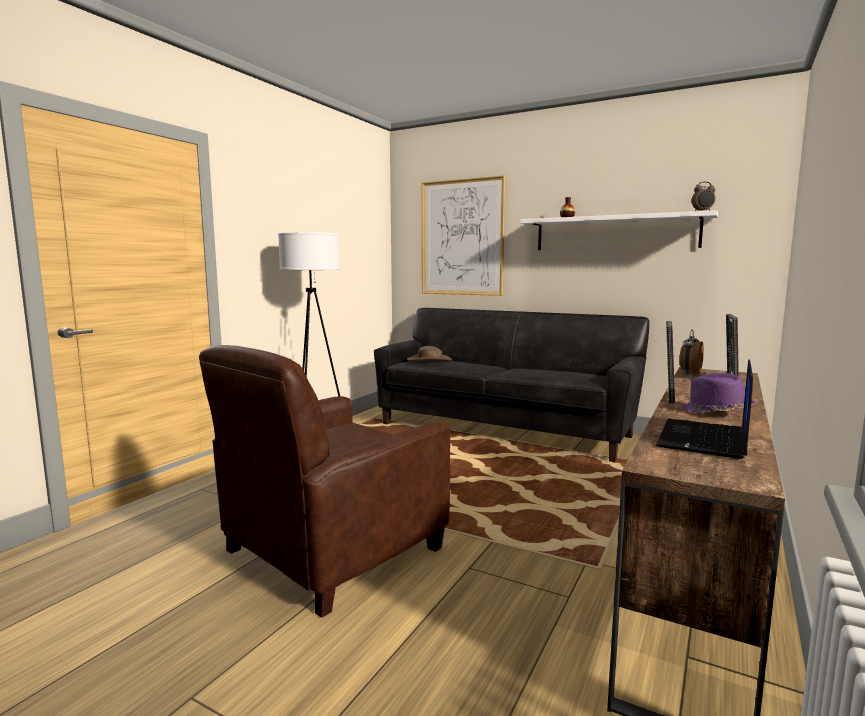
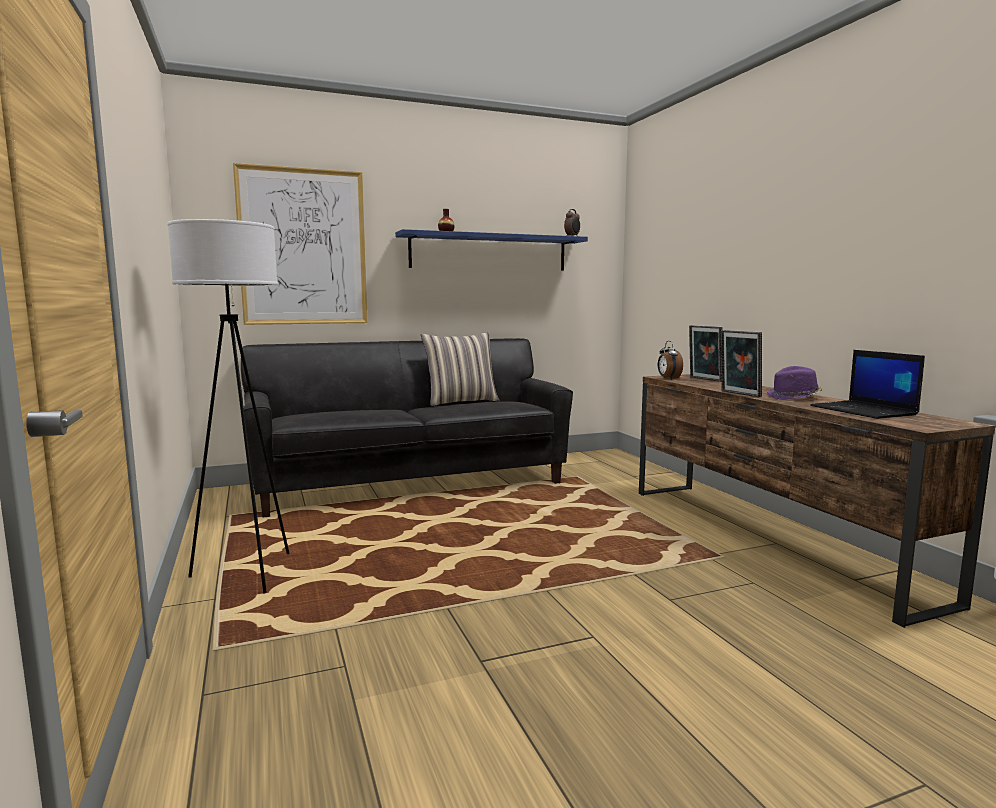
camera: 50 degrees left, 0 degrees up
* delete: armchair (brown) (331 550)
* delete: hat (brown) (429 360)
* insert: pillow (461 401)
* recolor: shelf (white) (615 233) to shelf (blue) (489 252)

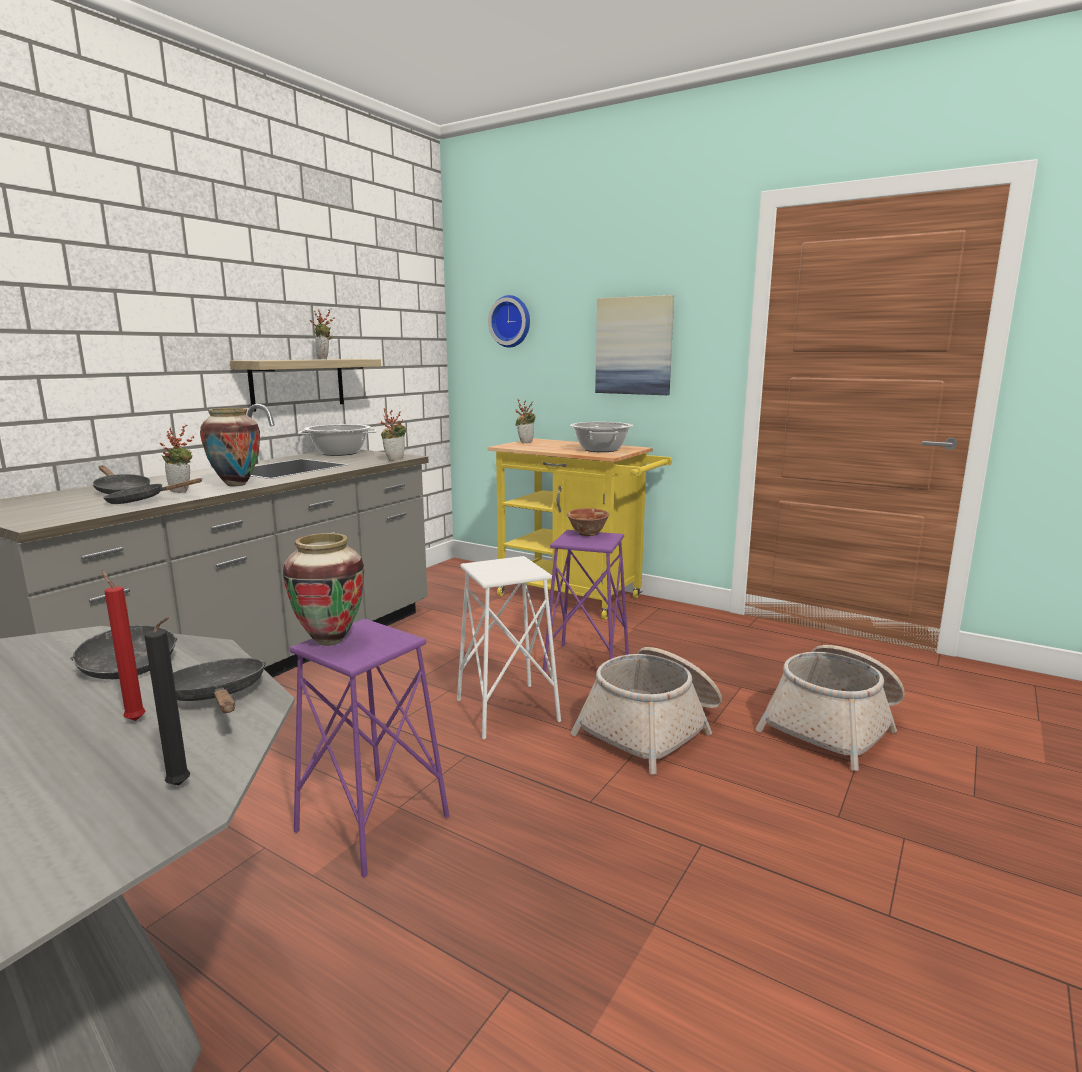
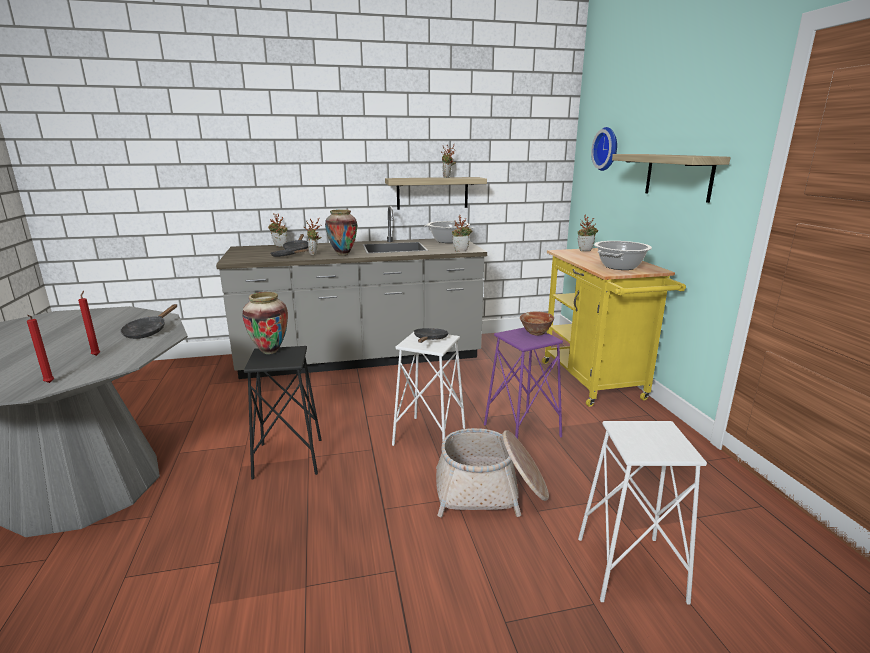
camera: 45 degrees right, 5 degrees up
* insert: potted plant (279 246)
* move: frying pan (black) (217 696) to (430 340)
* replace: picture (634 346) to shelf (678 176)
* replace: basket (834 725) to stool (white) (630 569)
* recolor: candle (black) (181 786) to candle (red) (49 383)
* recolor: stool (purple) (373 824) to stool (black) (288 459)

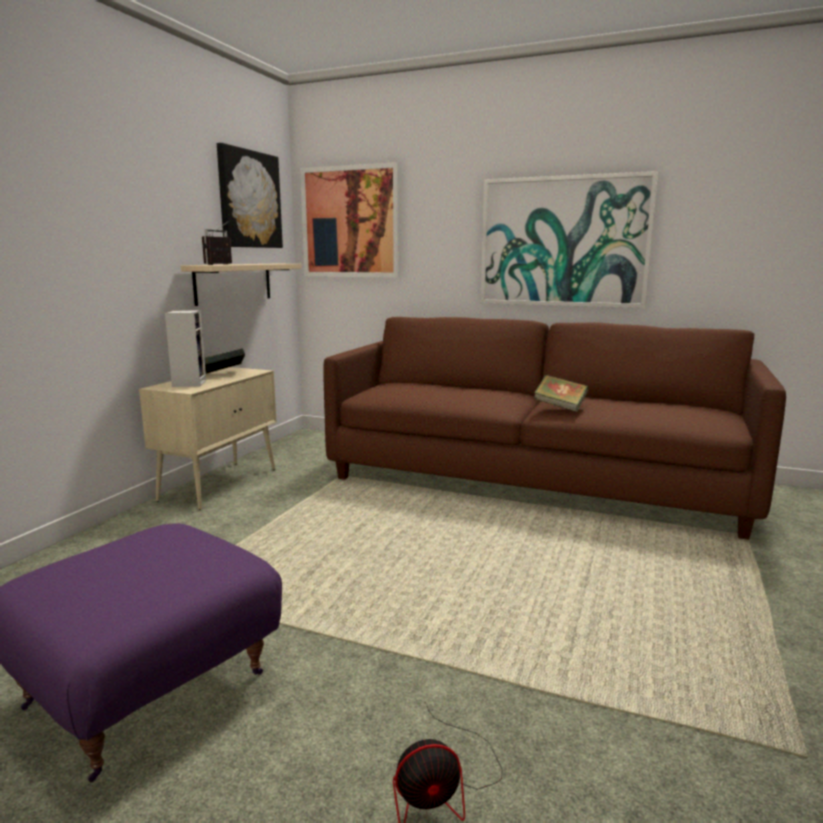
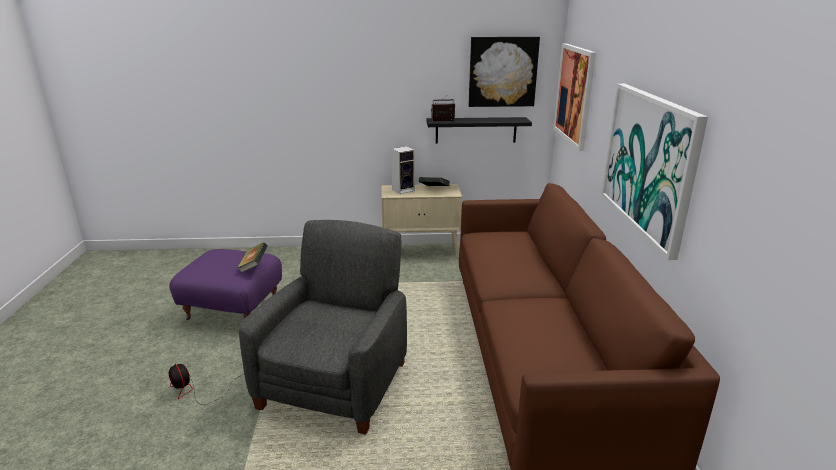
camera: 65 degrees right, 10 degrees up
* insert: armchair (grey) (335 383)
* move: book (560 407) to (254 266)
* recolor: shelf (beige) (233 283) to shelf (black) (476 130)

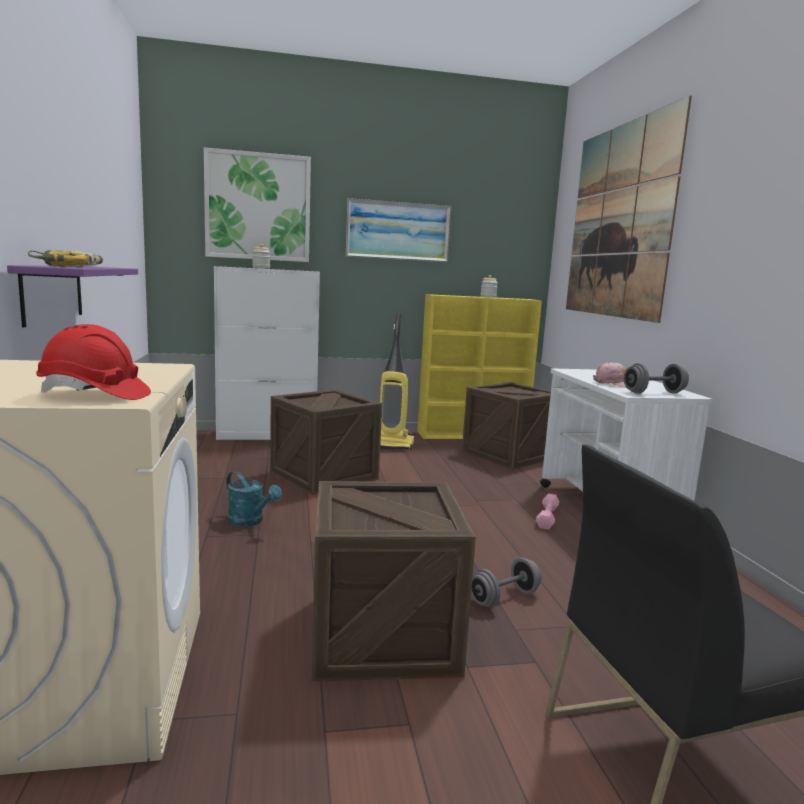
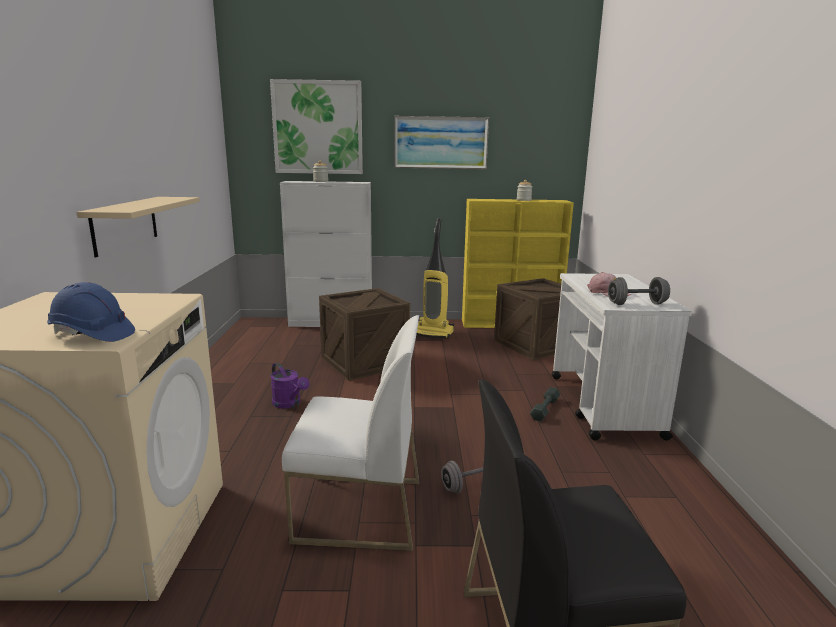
camera: 10 degrees right, 5 degrees up
* delete: power drill (69 266)
* delete: picture (619 221)
* replace: crate (383 634) to chair (white) (358 511)
* recolor: shelf (purple) (52 293) to shelf (beige) (125 224)
* recolor: hard hat (red) (95 395) to hard hat (blue) (92 335)
* recolor: watering can (turquoise) (250 521) to watering can (purple) (289 404)
* recolor: dumbbell (pink) (547 517) to dumbbell (grey) (545 409)

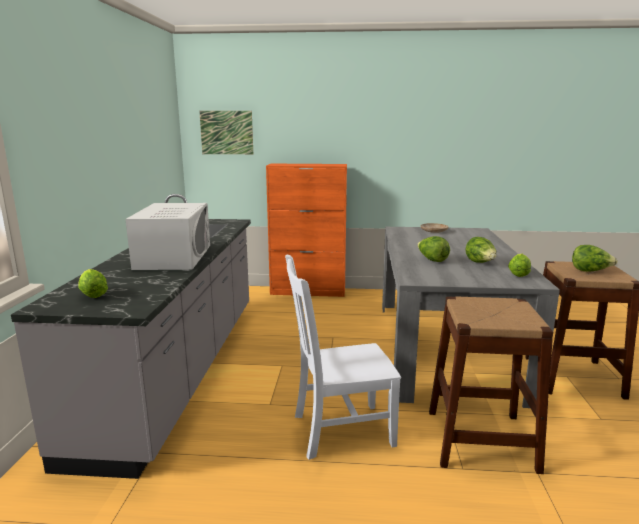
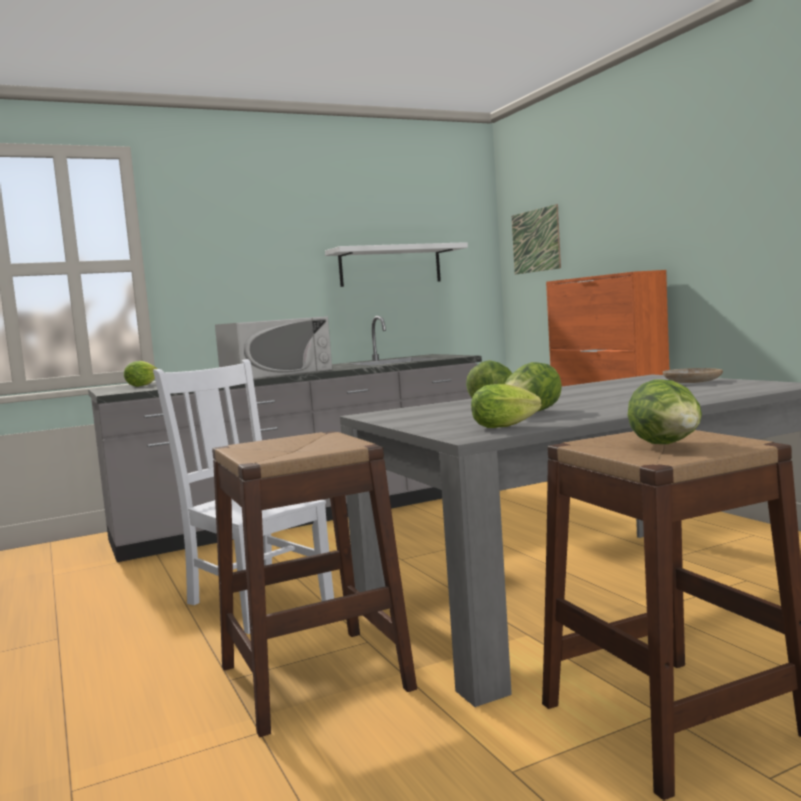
camera: 60 degrees right, 10 degrees down
* insert: shelf (white) (390 266)

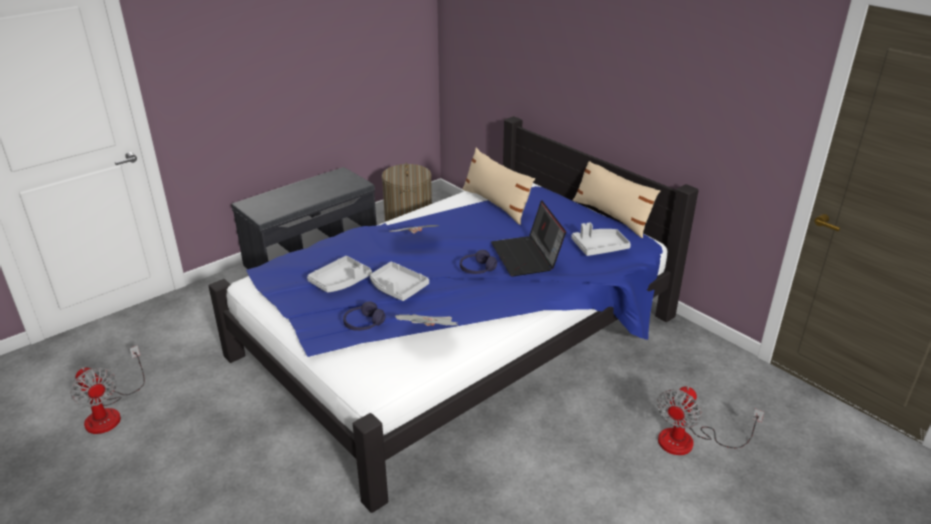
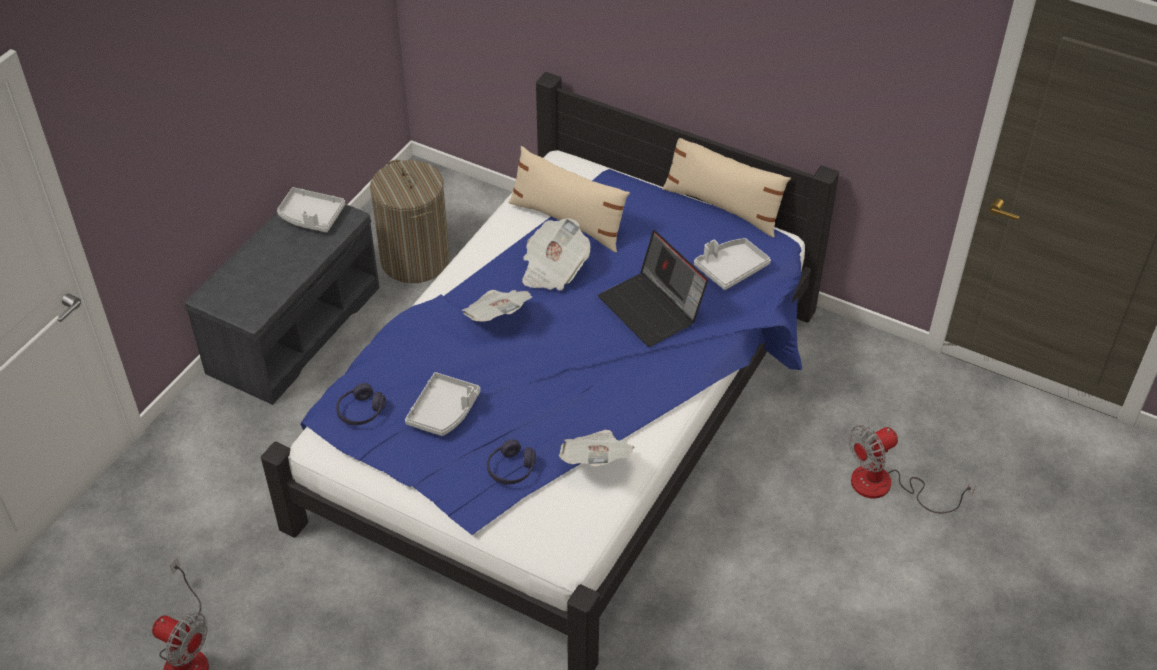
camera: 20 degrees left, 15 degrees up
* insert: newspaper (553 269)
* move: tray (grey) (397 288) to (311 217)
* move: headphones (purple) (477 269) to (361 411)
* rotate: fan (688 441) = (886 487) 45 degrees clockwise

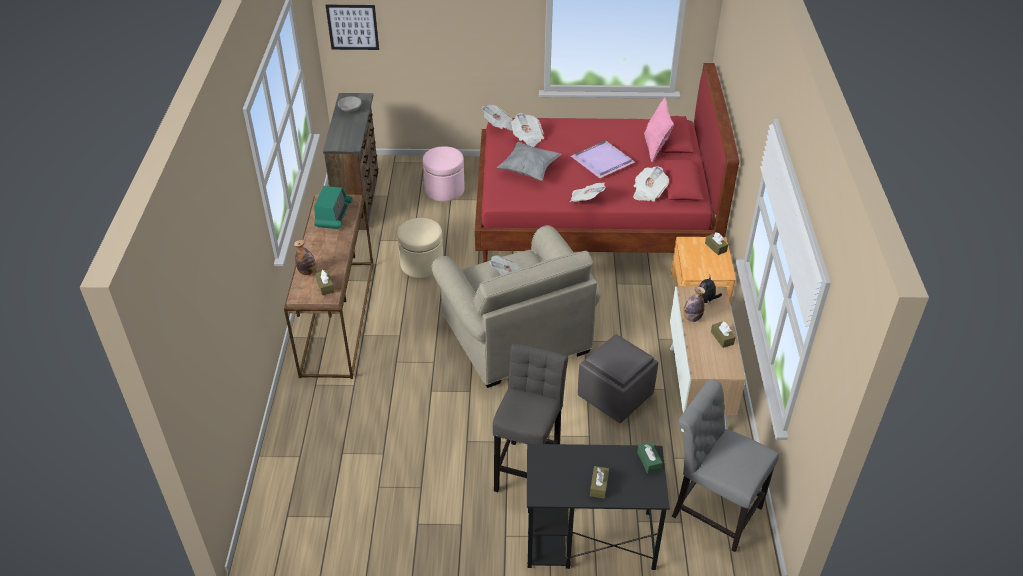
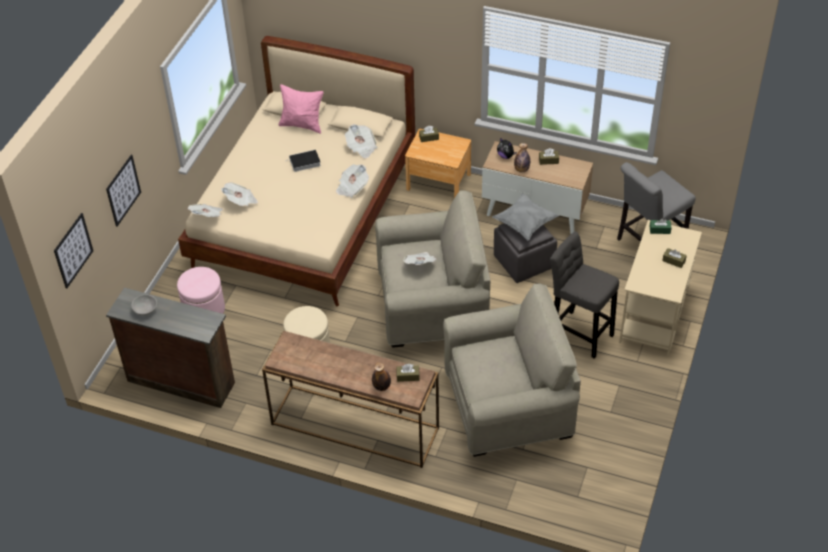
camera: 70 degrees left, 5 degrees up
* delete: radio (333 215)
* insert: picture (123 190)
* insert: armchair (beige) (508 405)
* move: pillow (grey) (529 170) to (525 224)
* replace: tray (purple) (602 161) to book (304 162)
* recolor: bed (red) (593 218) to bed (beige) (305 215)
* recolor: desk (black) (588 540) to desk (beige) (654 315)

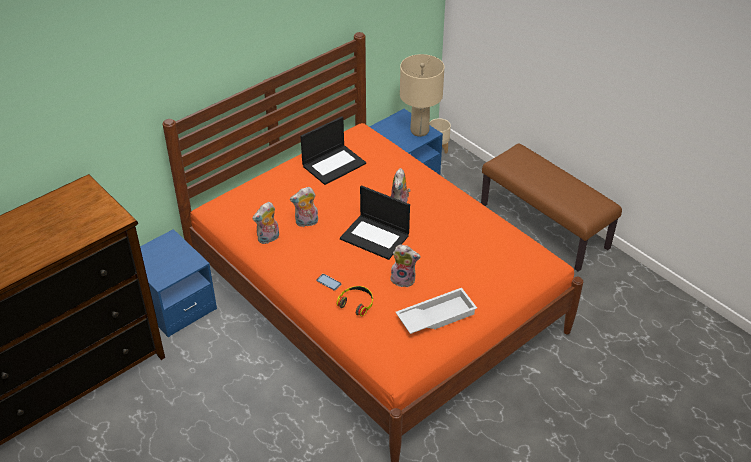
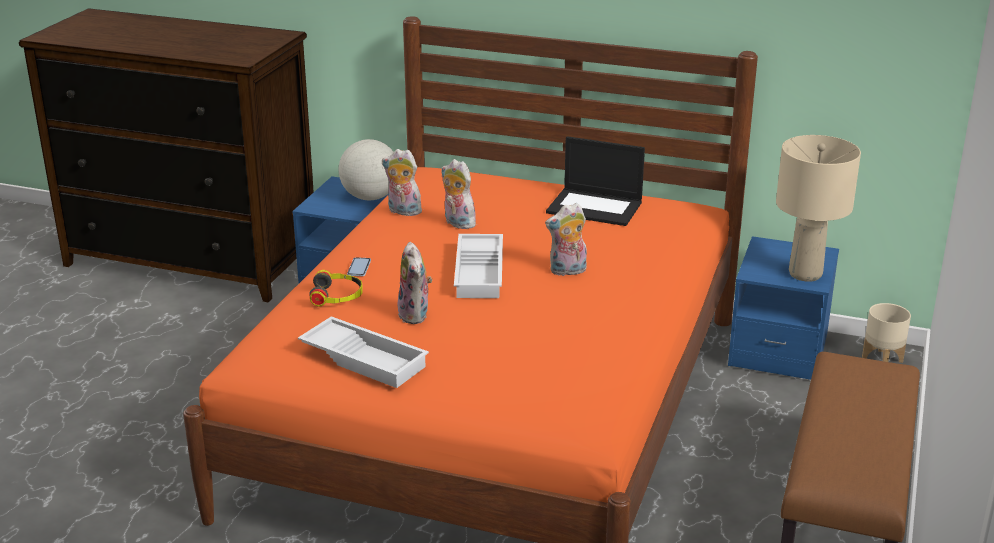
camera: 60 degrees right, 15 degrees down
* insert: globe (370 197)
* replace: laptop (375 237) to tray (white) (481 272)

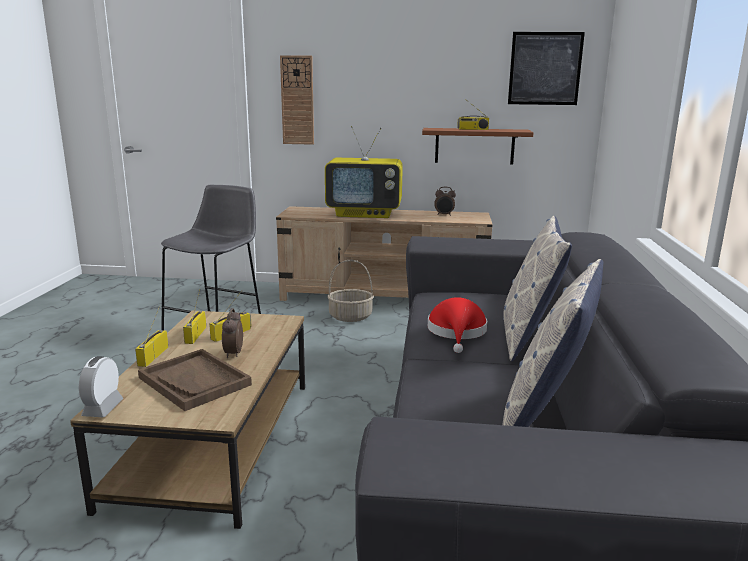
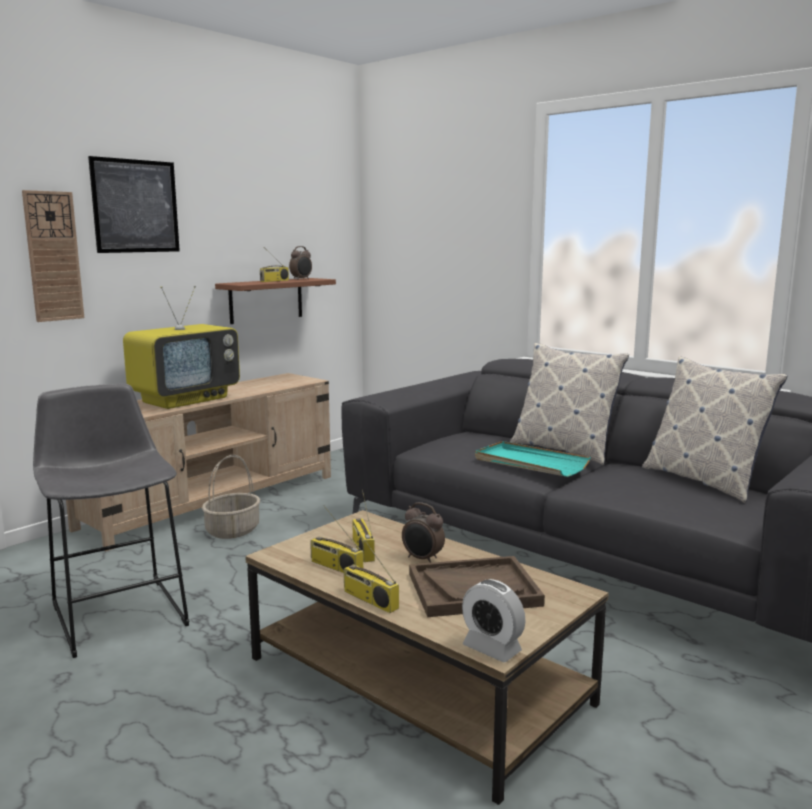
camera: 55 degrees left, 5 degrees down
* move: alarm clock (444 215) to (301 279)
* move: picture (545 68) to (135 206)
* replace: hat (red) (457 332) to tray (turquoise) (530 463)

